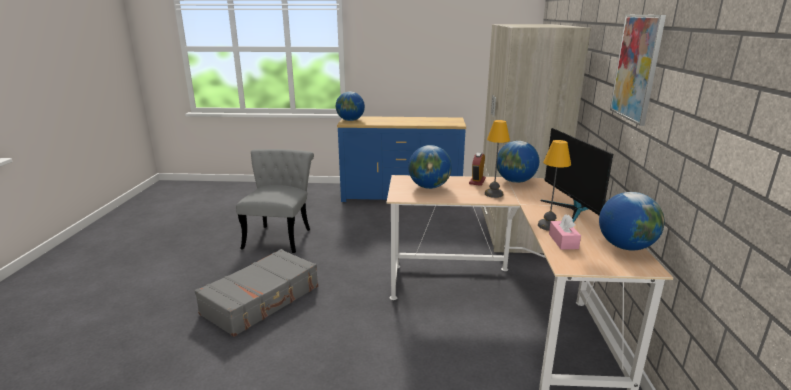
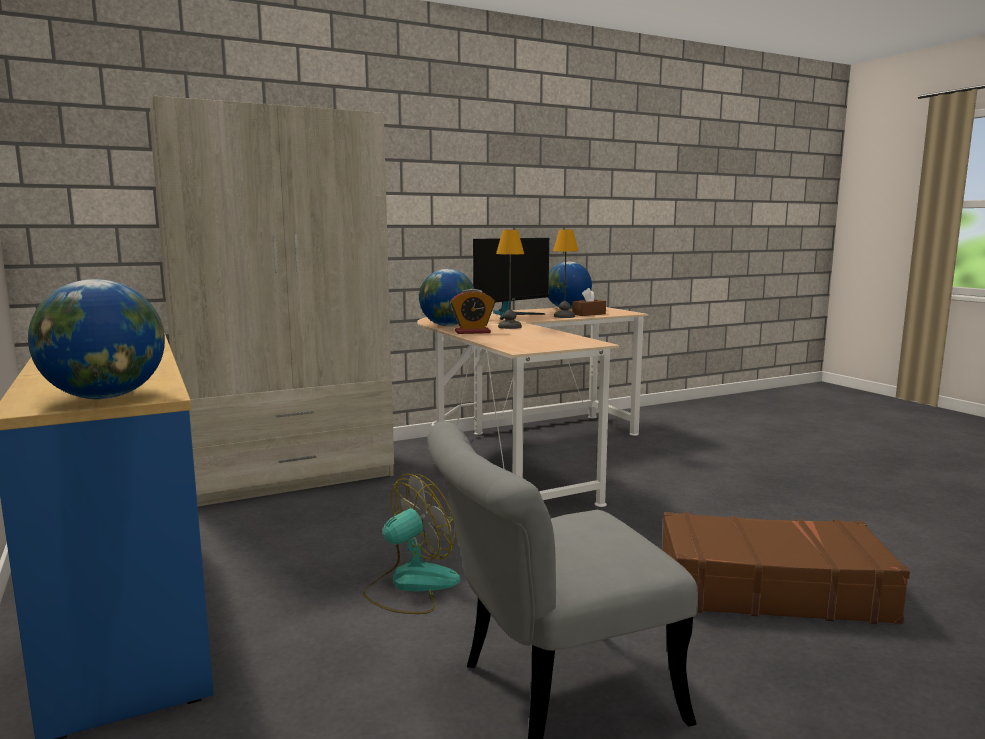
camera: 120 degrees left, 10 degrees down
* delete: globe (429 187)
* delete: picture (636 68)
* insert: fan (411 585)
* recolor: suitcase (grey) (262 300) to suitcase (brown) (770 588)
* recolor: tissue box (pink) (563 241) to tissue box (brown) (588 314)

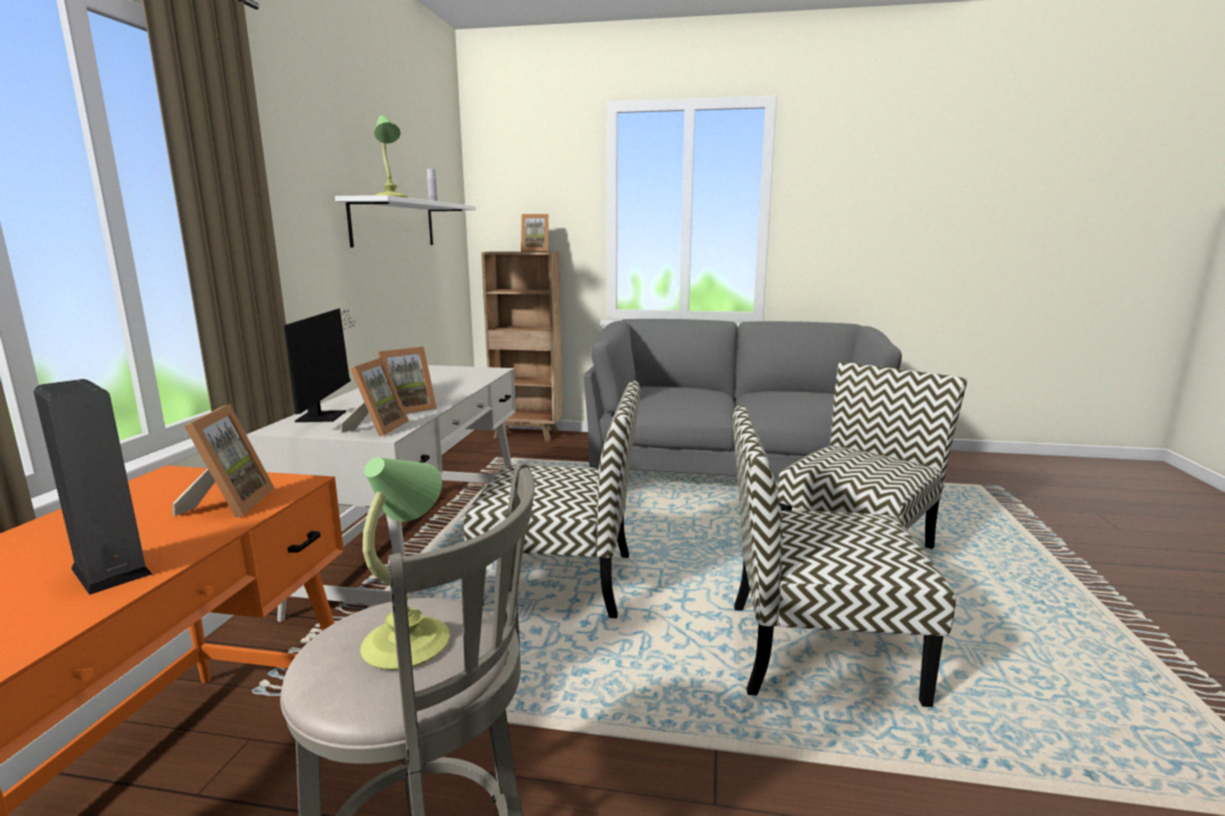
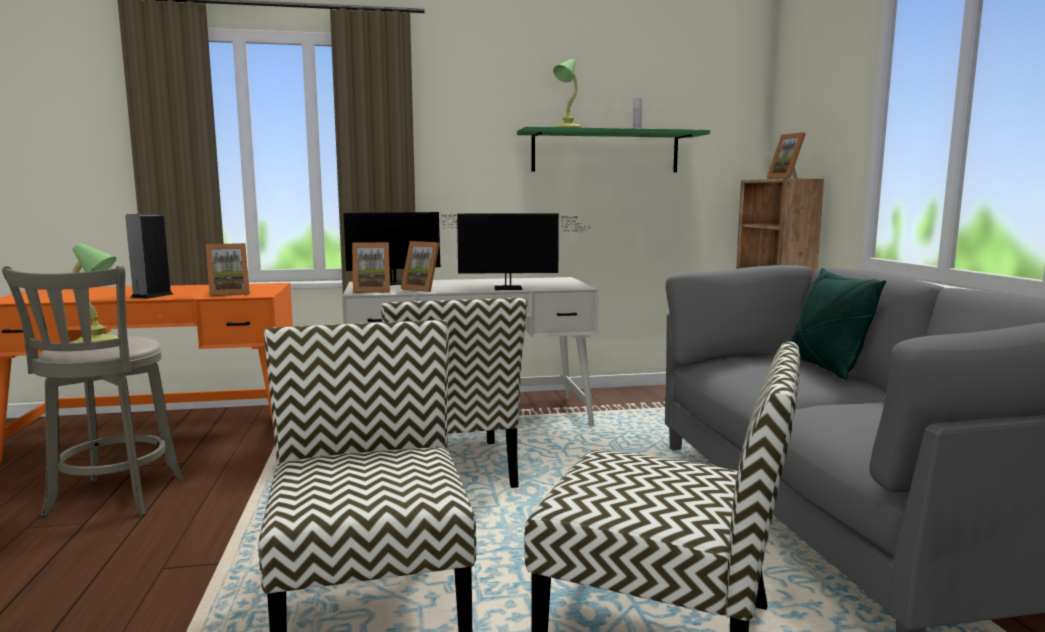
camera: 70 degrees right, 5 degrees down
* insert: monitor (513 288)
* insert: pillow (green) (825 368)
* recolor: shelf (white) (394 224) to shelf (green) (605 152)

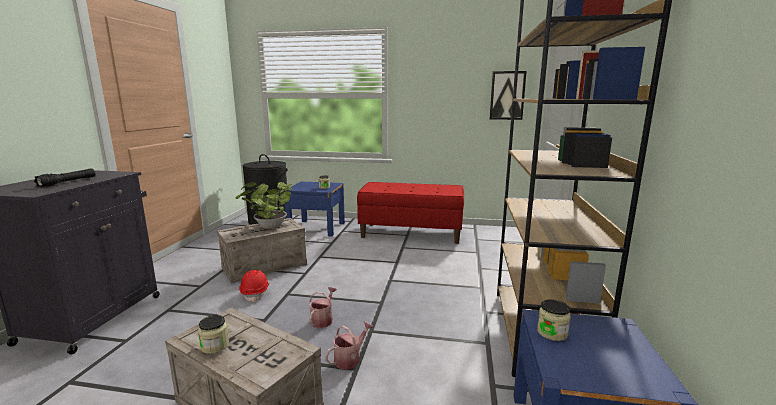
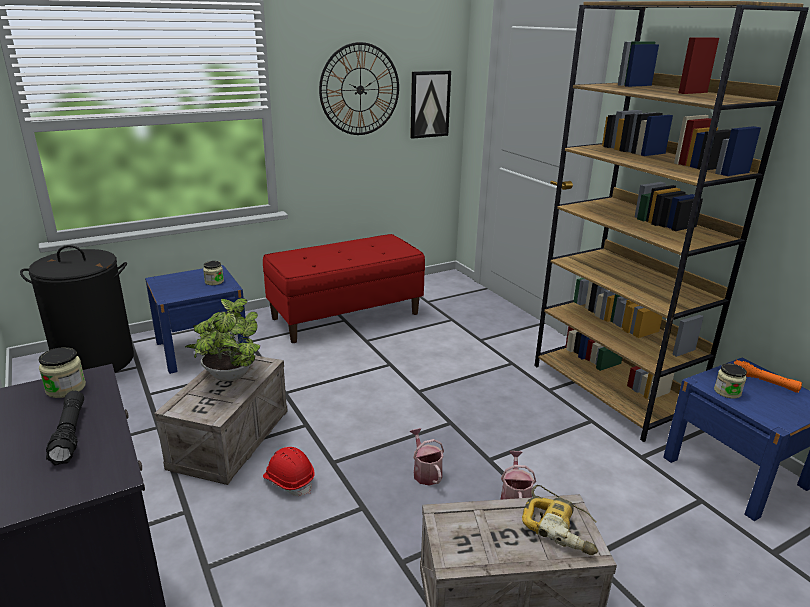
camera: 40 degrees left, 10 degrees up
* insert: wall clock (360 89)
* insert: power drill (561 527)
* insert: flashlight (orange) (764 382)
* move: jar (215 346) to (66 388)

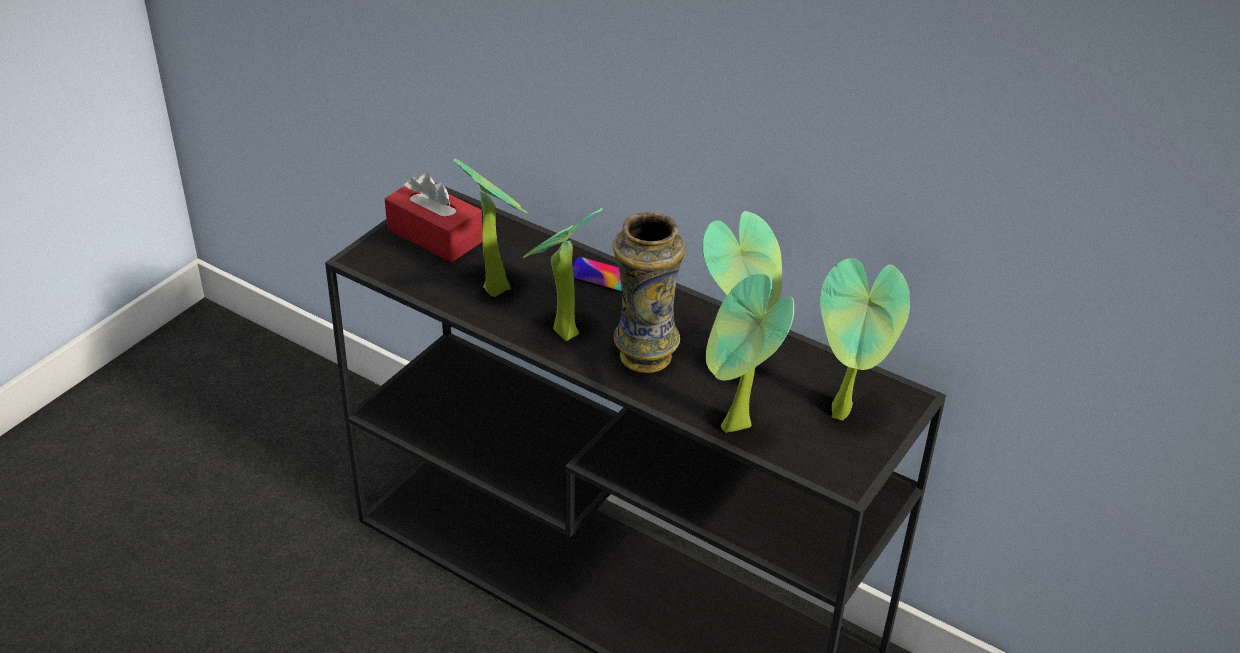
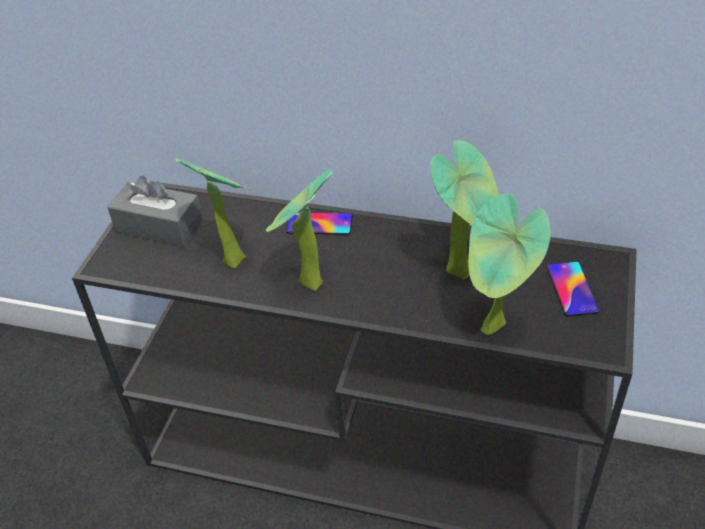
camera: 15 degrees left, 5 degrees up
* delete: vase (644 356)
* replace: potted plant (845 414) to phone (572 289)
* recolor: tissue box (red) (435 235) to tissue box (grey) (159 226)

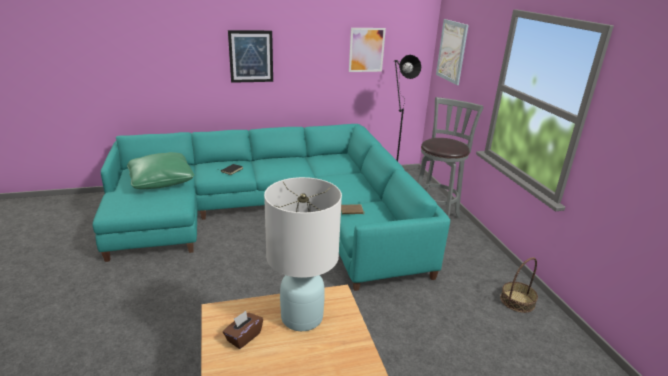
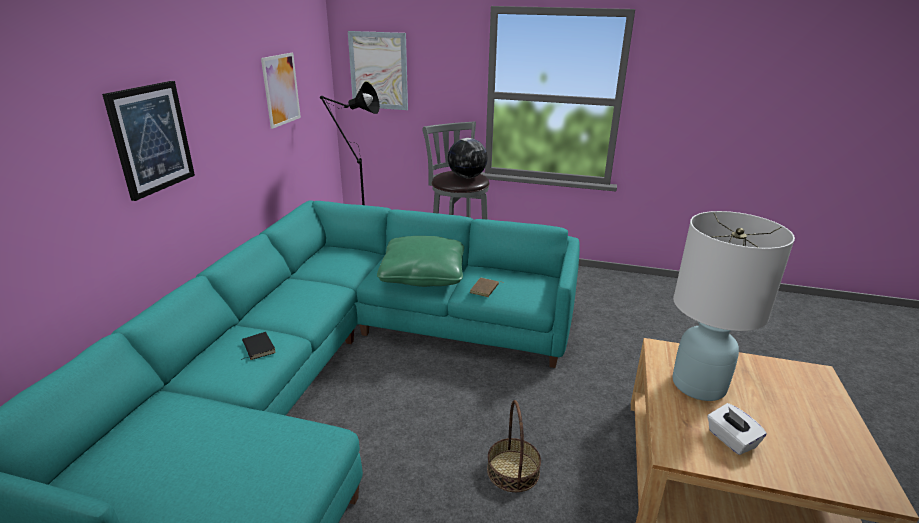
camera: 60 degrees left, 0 degrees up
* insert: globe (467 177)
* move: pillow (green) (161 181) to (423 275)
* move: basket (517 301) to (513 471)
* recolor: tissue box (brown) (243 337) to tissue box (white) (730 440)

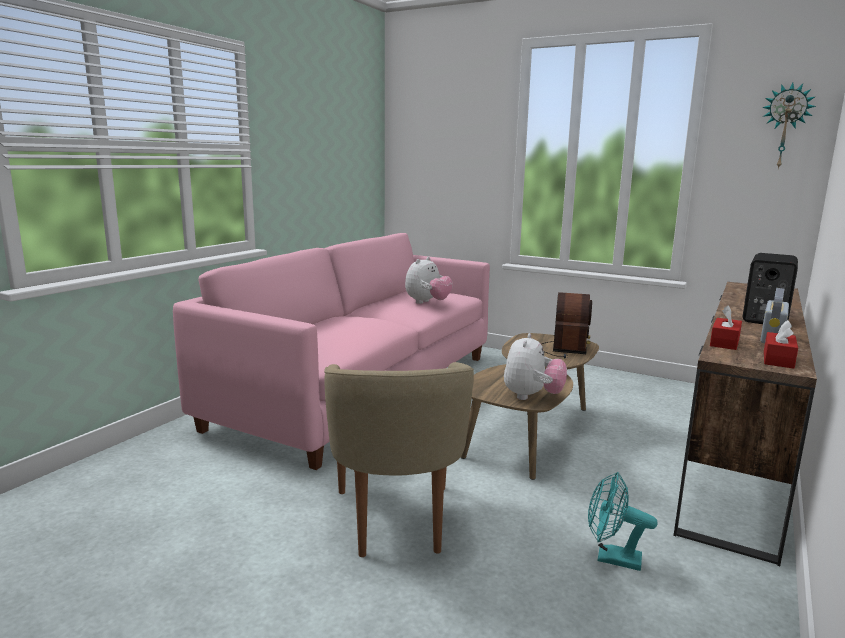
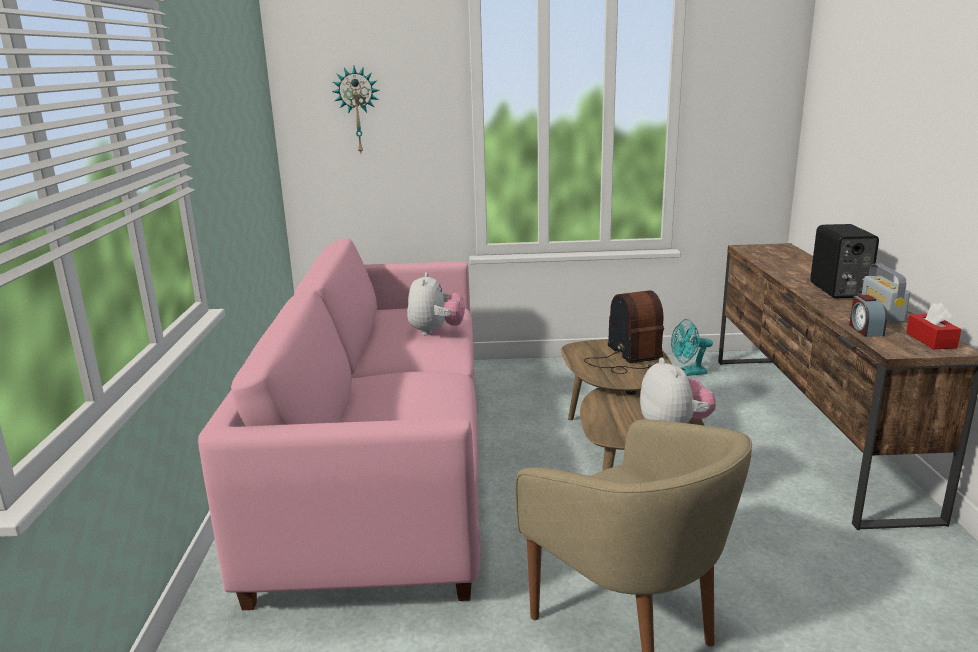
camera: 30 degrees left, 5 degrees up
* move: fan (turquoise) (611 558) to (687 373)
* move: wall clock (785 126) to (357 110)
* replace: tissue box (red) (724 342) to alarm clock (865 330)

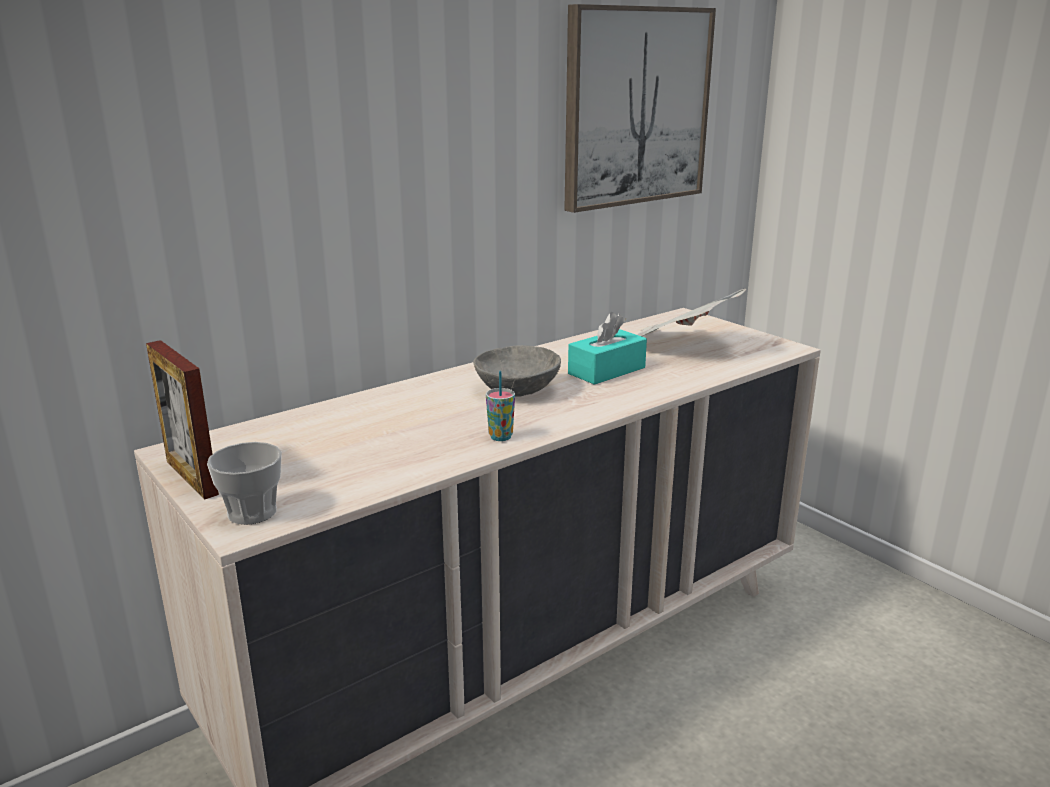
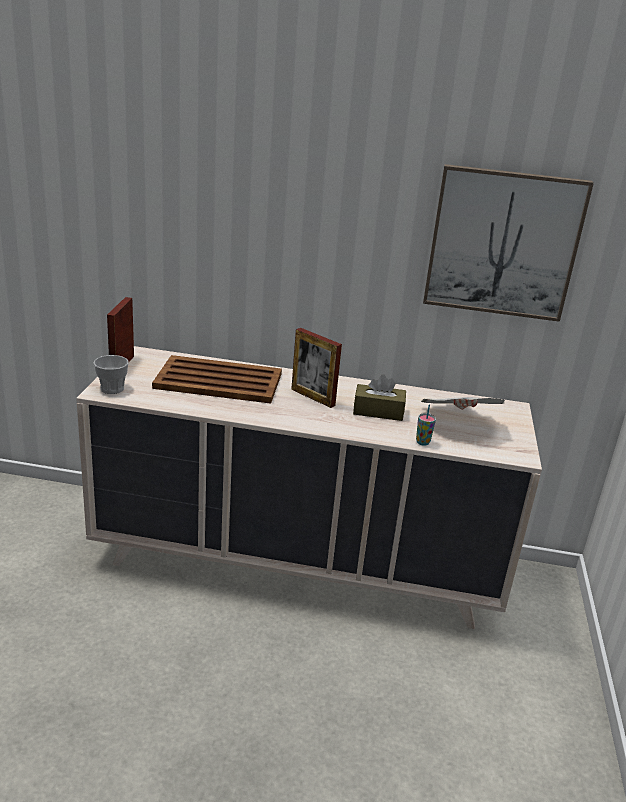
camera: 45 degrees right, 5 degrees up
* insert: tray (brown) (220 381)
* move: cup (500 437) to (422 442)
* replace: bowl (grey) (518 389) to picture frame (313 397)
* recolor: tissue box (turquoise) (606 370) to tissue box (brown) (378 411)

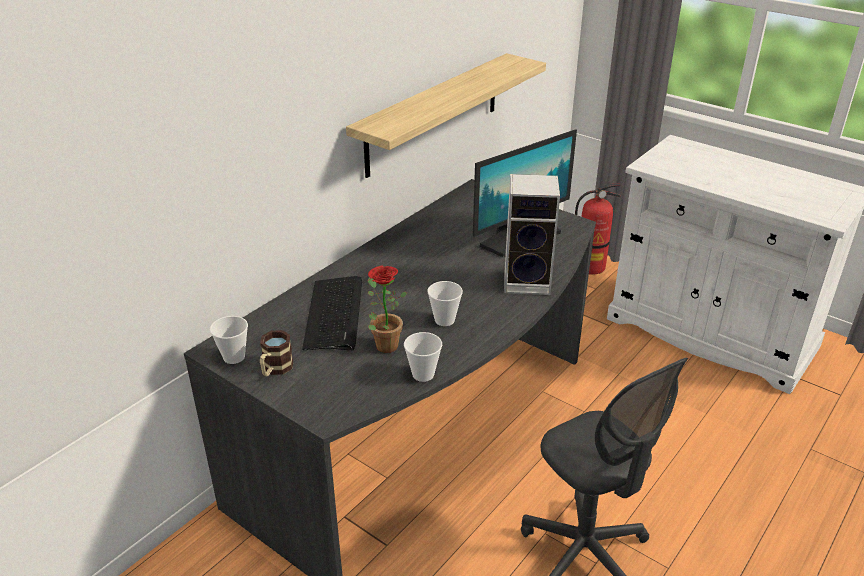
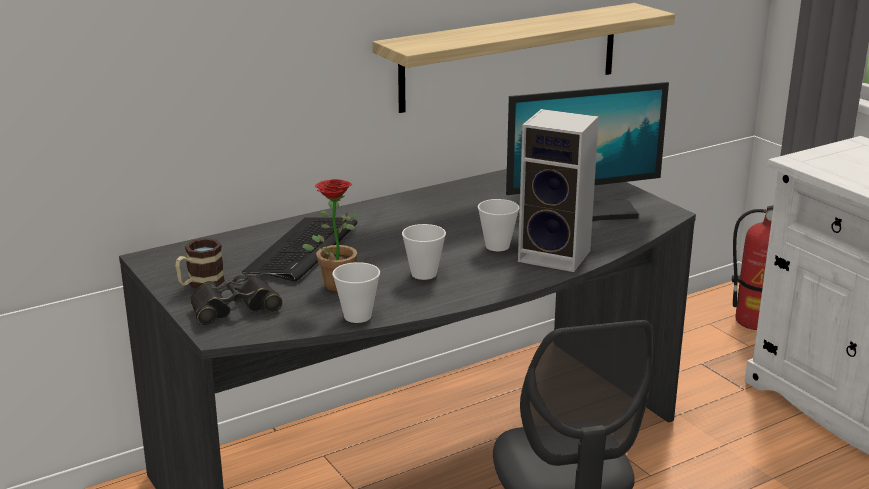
camera: 20 degrees right, 10 degrees down
* insert: binoculars (black) (234 307)
* move: cup (234 357) to (497 246)

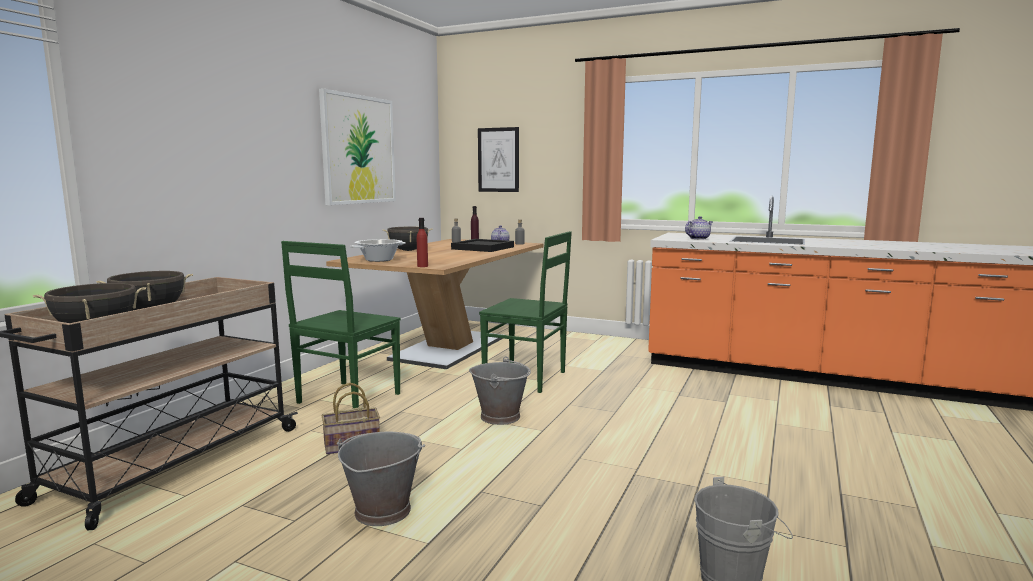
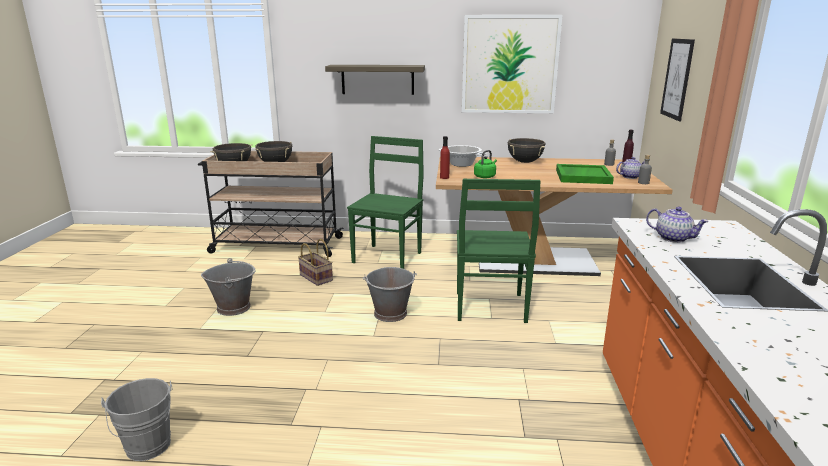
camera: 70 degrees right, 10 degrees up
* insert: shelf (377 79)
* insert: kettle (green) (485 176)
* recolor: tray (black) (482 248) to tray (green) (582 176)
* rotate: chair (green) (347 399) = (388 257) 105 degrees clockwise

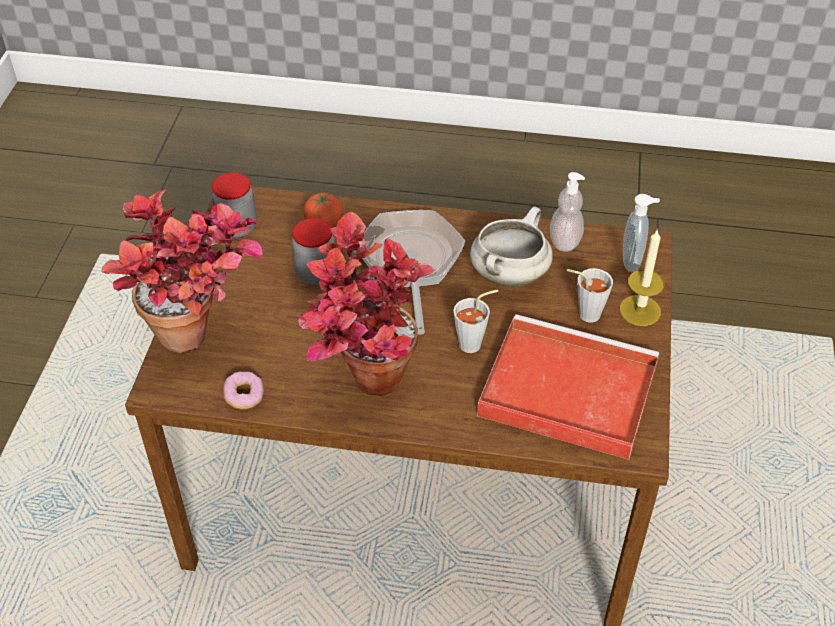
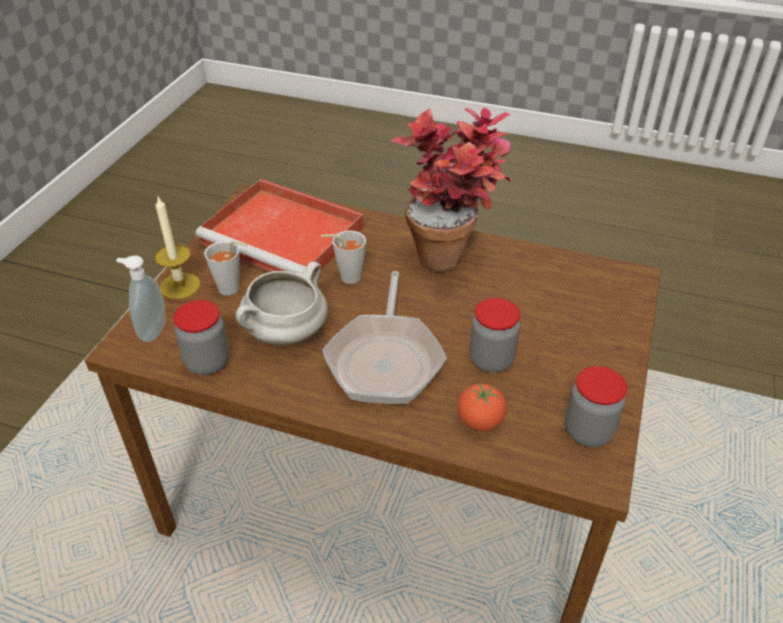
camera: 170 degrees left, 5 degrees down
* delete: potted plant (201 339)
* delete: donut (244 396)
* replace: soap dispenser (565 241) to jar (207 362)

